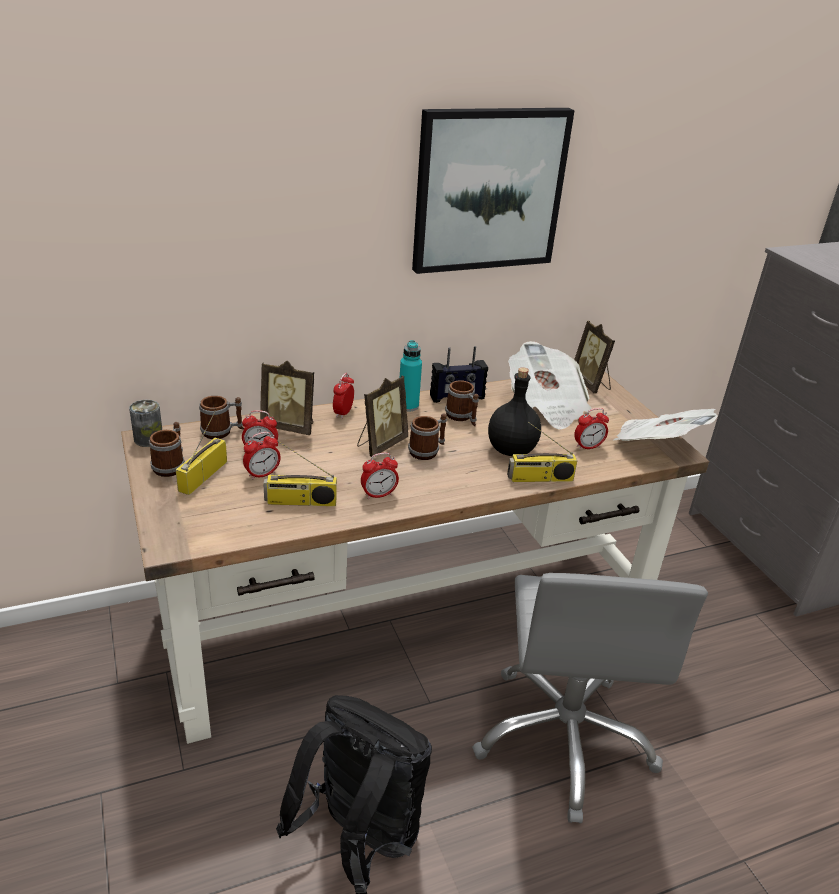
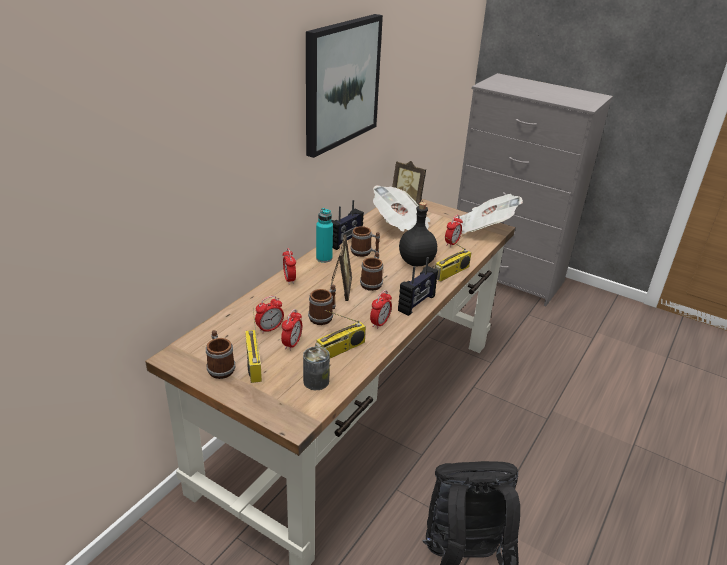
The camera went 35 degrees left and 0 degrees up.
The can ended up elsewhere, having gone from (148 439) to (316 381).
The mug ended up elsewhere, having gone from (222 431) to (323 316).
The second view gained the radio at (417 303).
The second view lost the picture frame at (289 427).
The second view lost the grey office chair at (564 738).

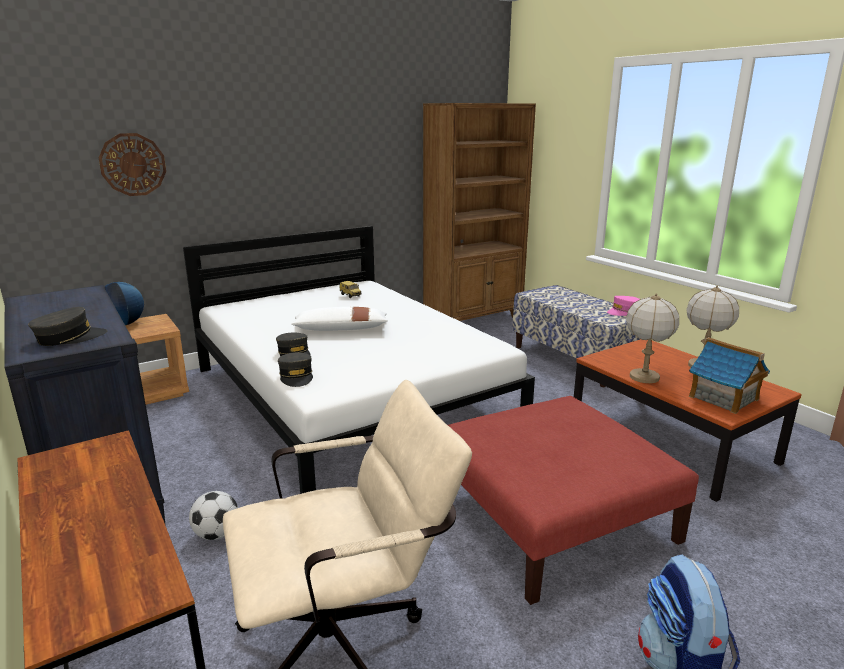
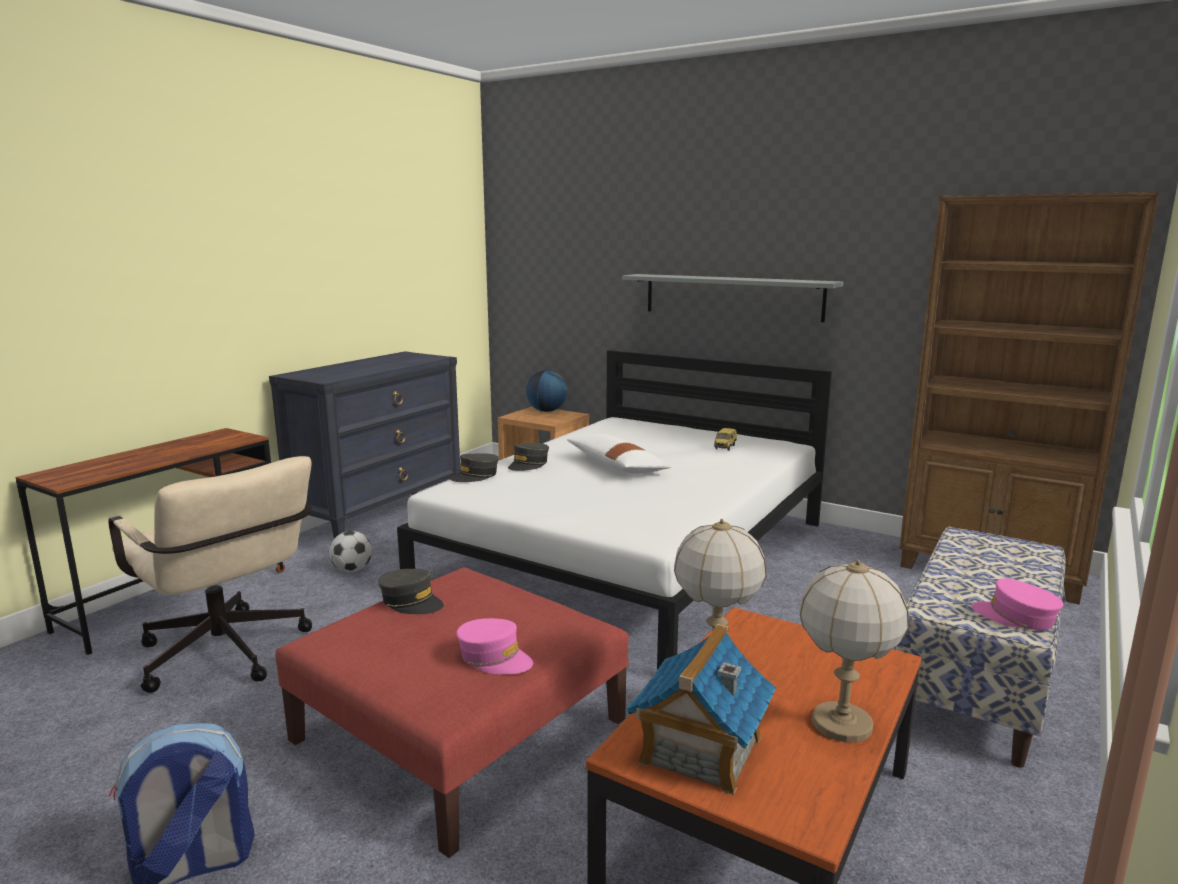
The camera went 65 degrees right and 5 degrees down.
The grey cap ended up elsewhere, having gone from (70 338) to (411 602).
The second view gained the pink cap at (494 658).
The second view gained the grey shelf at (732 297).
The second view lost the wall clock at (133 164).

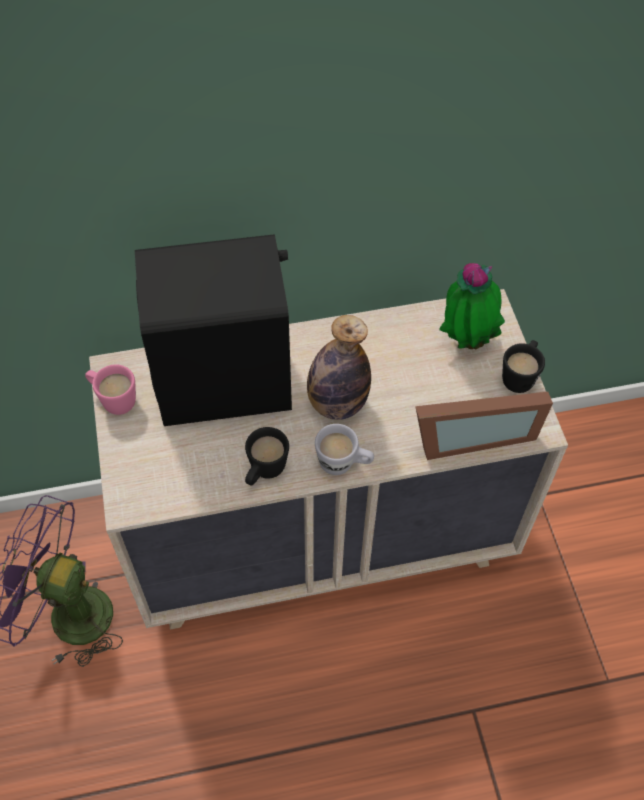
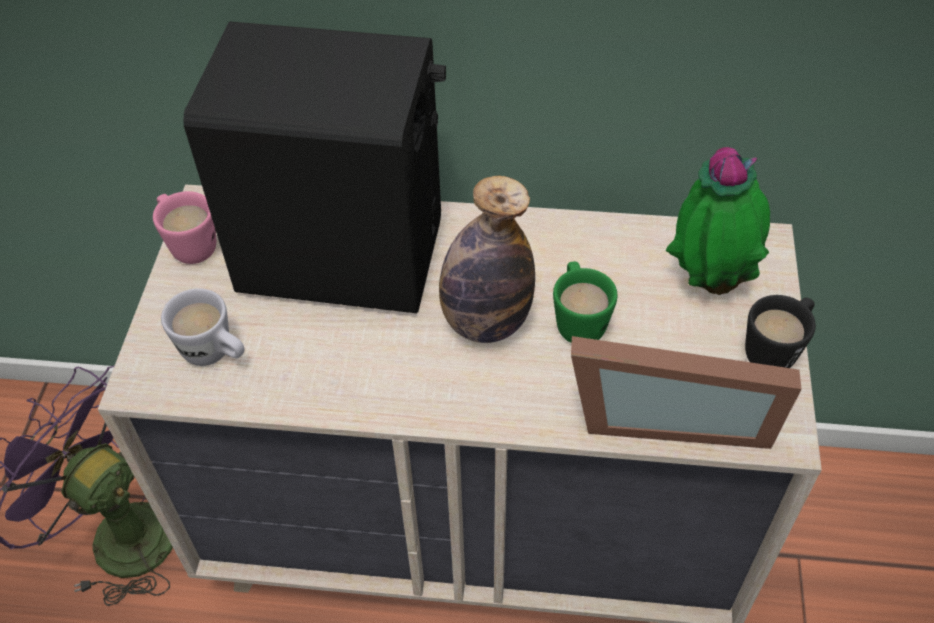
The camera went 20 degrees right and 5 degrees down.
The white mug ended up elsewhere, having gone from (343 464) to (215 354).
The second view gained the green mug at (578 320).
The second view lost the black mug at (264 472).

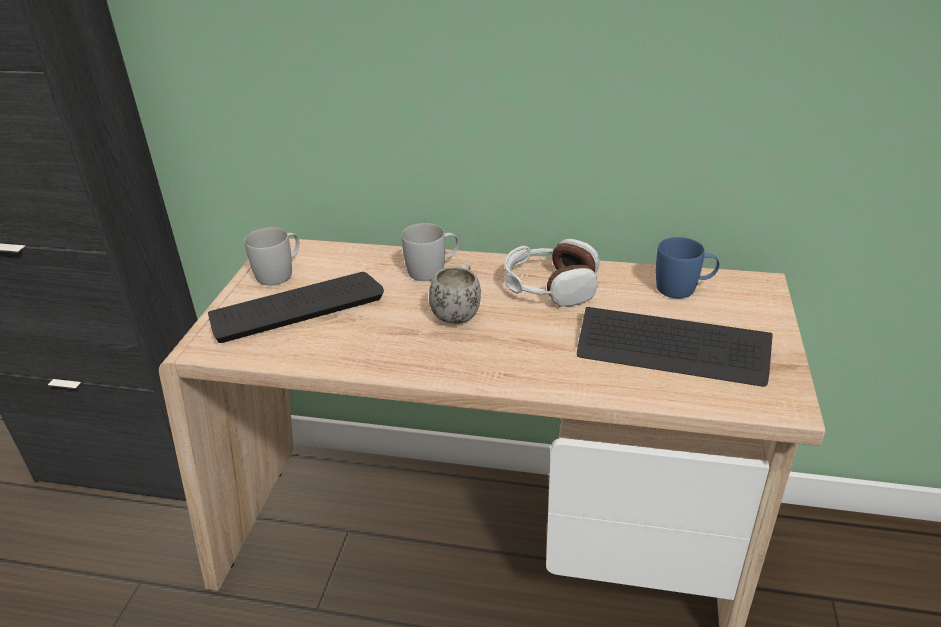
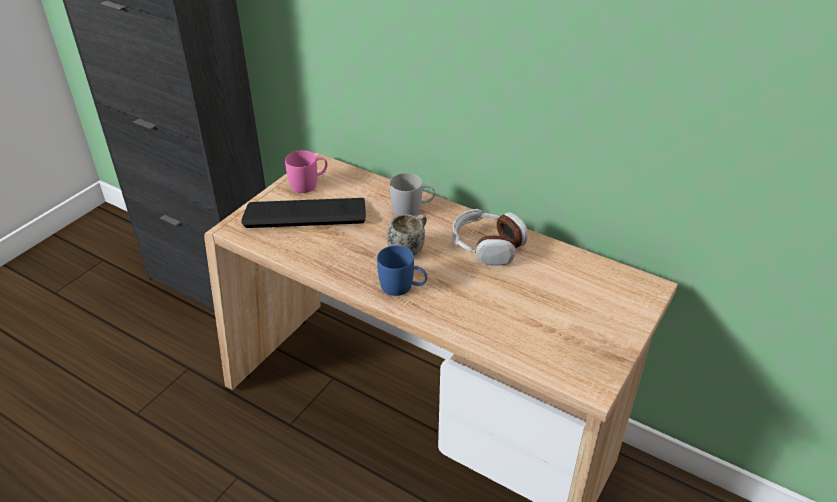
The camera went 20 degrees right and 5 degrees up.
What was the white mug at (280 273) turned into the pink mug at (309 184).
The blue mug ended up elsewhere, having gone from (684 288) to (403 287).
The second view lost the keyboard at (672 349).

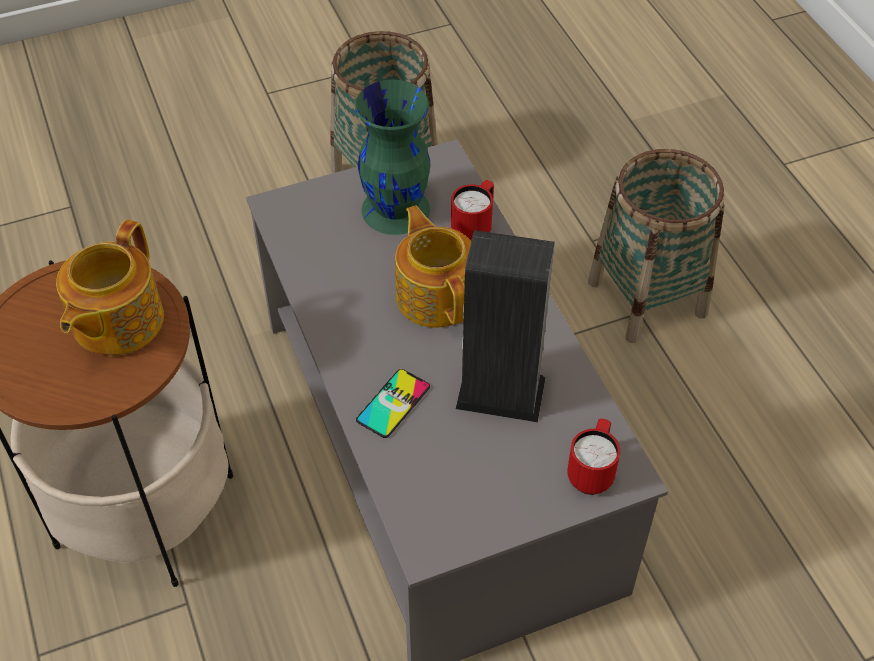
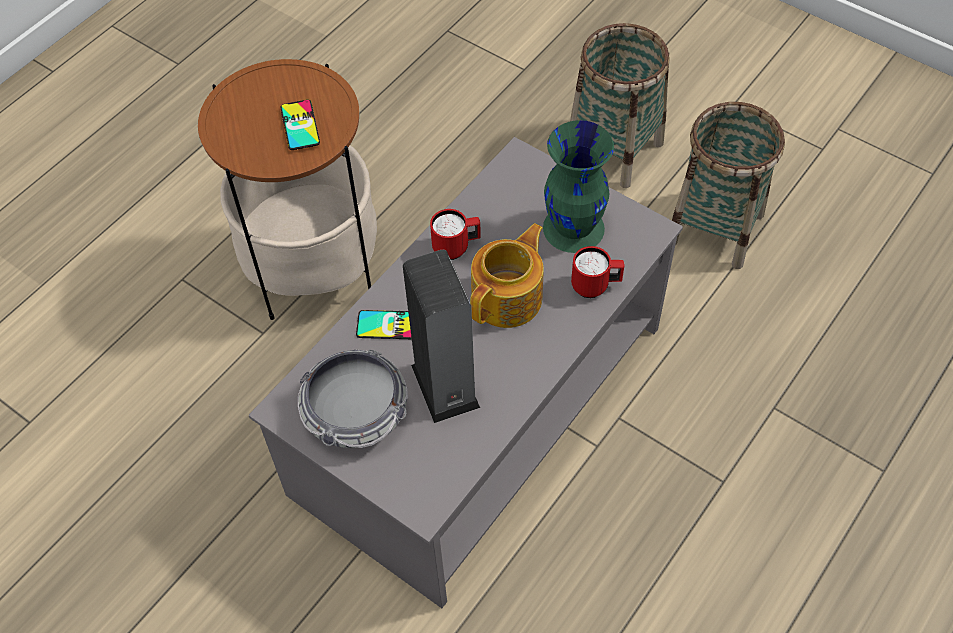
The camera went 60 degrees right and 5 degrees up.
Where the teapot stood at (116 322), the phone came to stand at (300 125).
The second view gained the bowl at (356 412).
The red mug ended up elsewhere, having gone from (592 472) to (456 247).
The basket ended up elsewhere, having gone from (647 298) to (614 150).

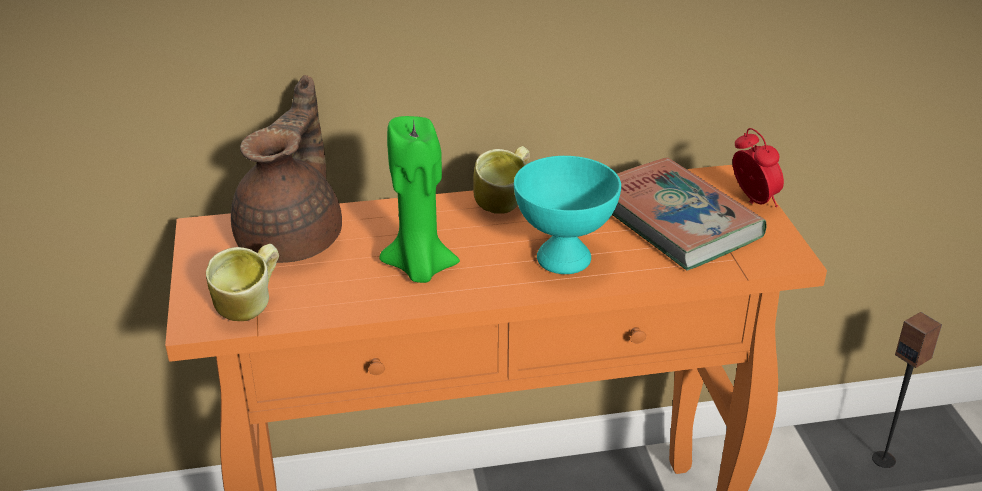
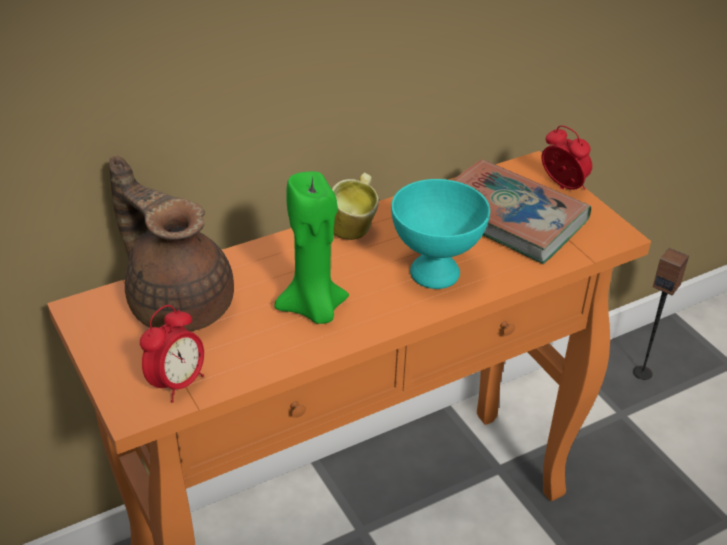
The camera went 20 degrees left and 5 degrees up.
The brown teapot at (294 239) ended up facing another way, 45 degrees counterclockwise from before.
Where the mug stood at (250 308), the alarm clock came to stand at (177 383).

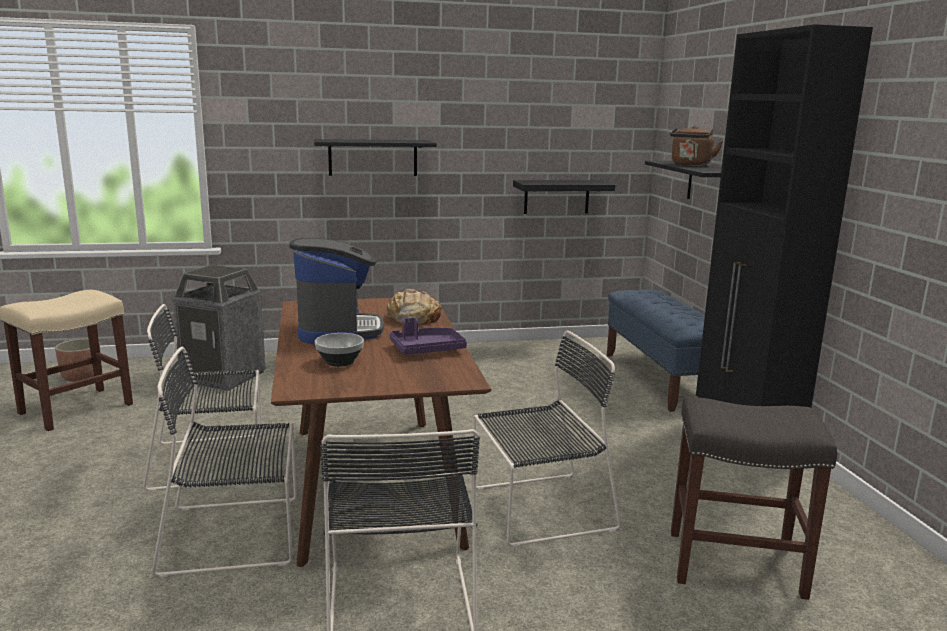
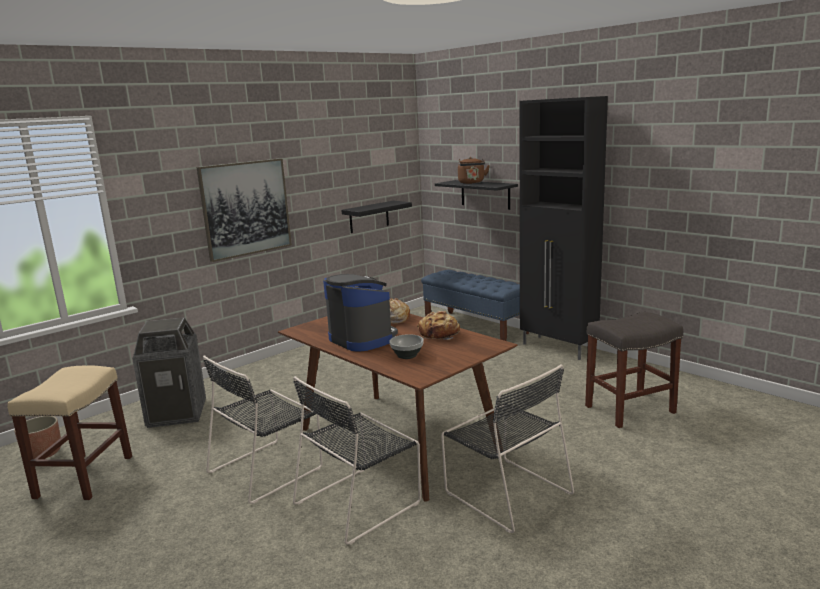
The camera went 30 degrees left and 0 degrees up.
Where the black shelf hung at (373 157), the picture came to hang at (245 208).
Where the purple tray stood at (426 350), the bread came to stand at (439 334).
The second view lost the black chair at (538 509).

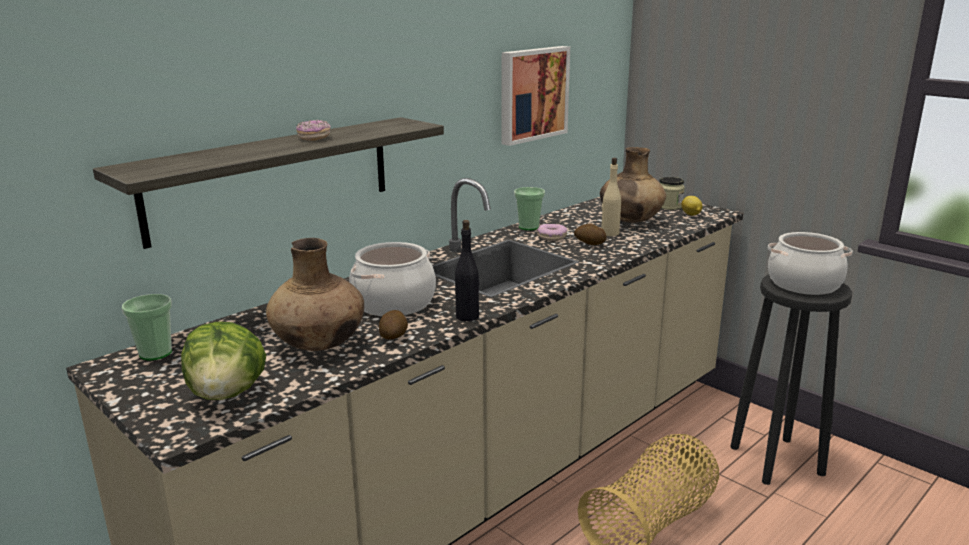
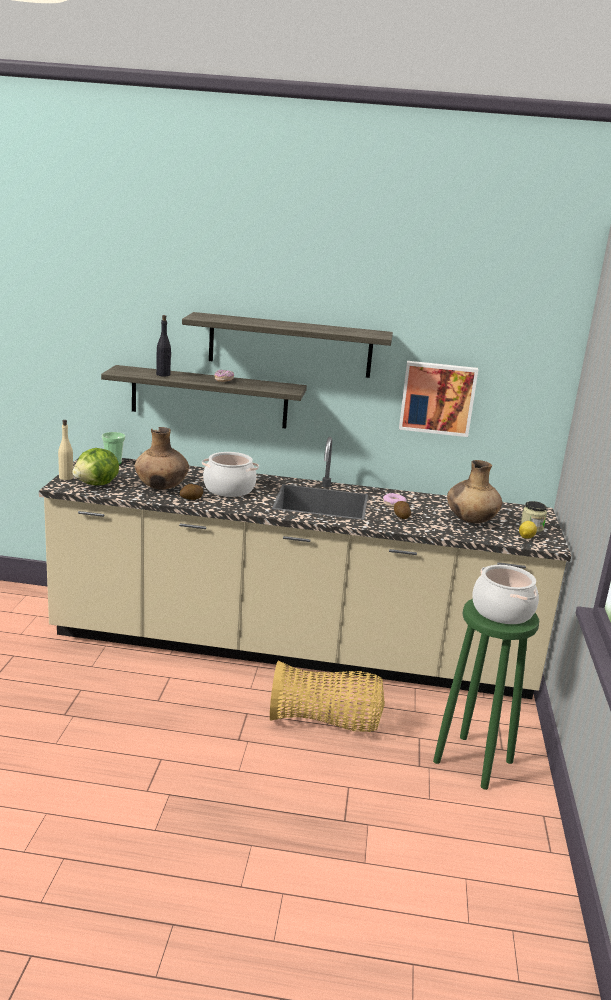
The camera went 50 degrees right and 0 degrees up.
The beige bottle ended up elsewhere, having gone from (609 233) to (66 477).
The black bottle ended up elsewhere, having gone from (467 316) to (163 375).
The second view gained the shelf at (290 345).
What was the black stool at (778 460) turned into the green stool at (474 762).
The second view lost the cup at (528 227).

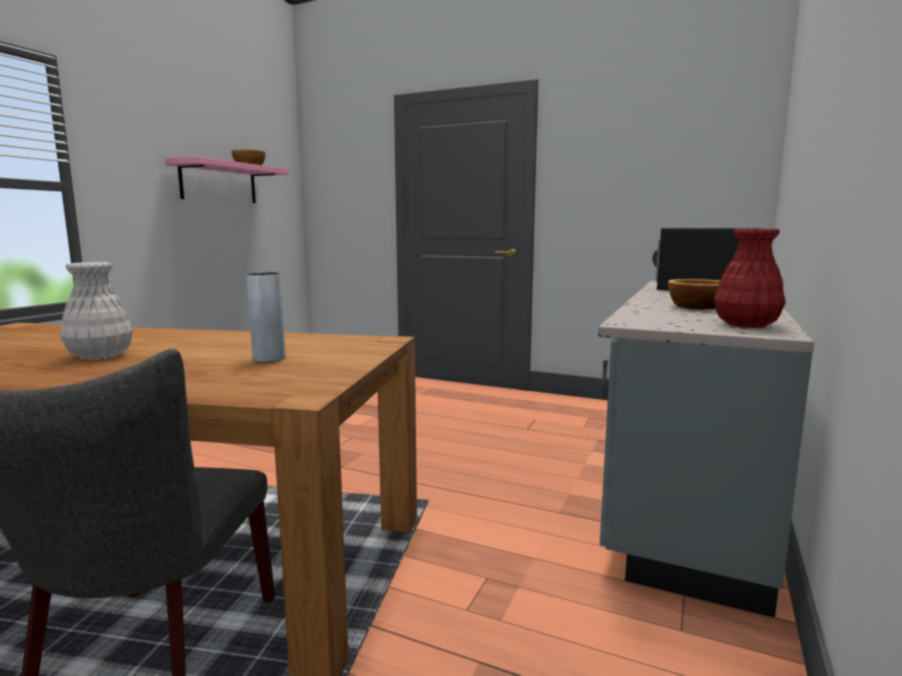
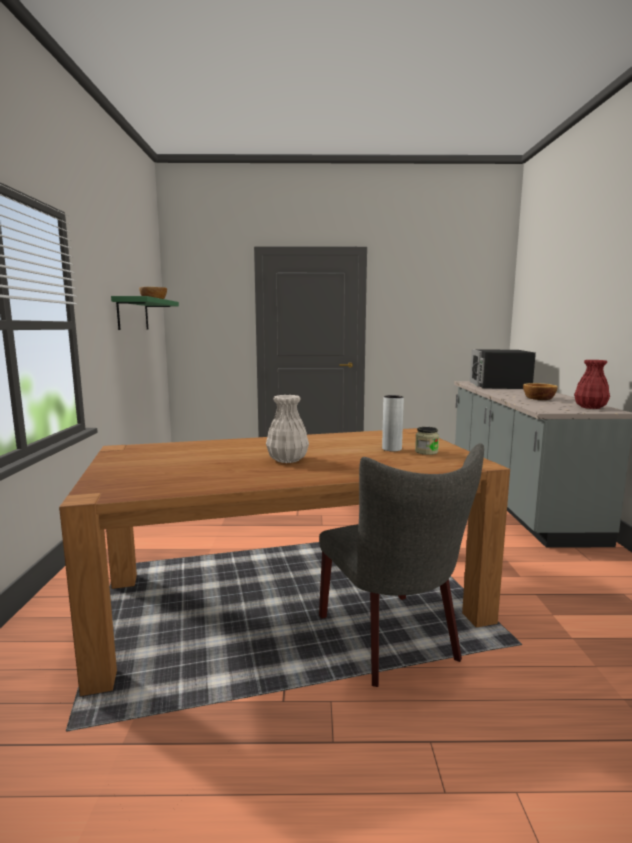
The camera went 25 degrees left and 0 degrees up.
What was the pink shelf at (219 183) turned into the green shelf at (133 314).
The second view gained the jar at (426 452).

